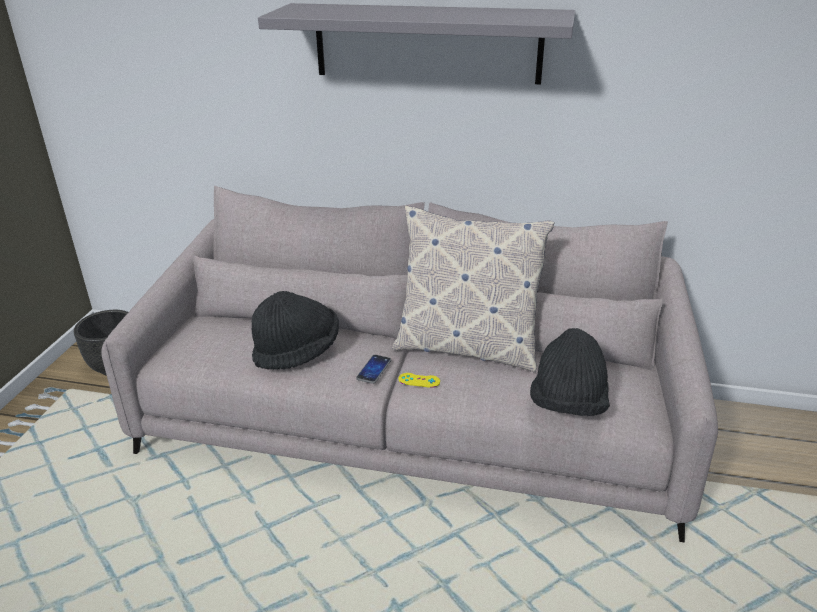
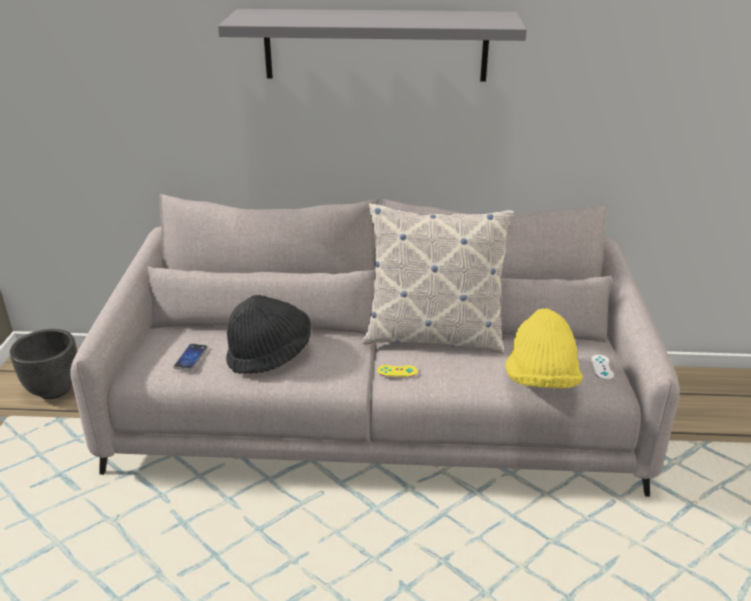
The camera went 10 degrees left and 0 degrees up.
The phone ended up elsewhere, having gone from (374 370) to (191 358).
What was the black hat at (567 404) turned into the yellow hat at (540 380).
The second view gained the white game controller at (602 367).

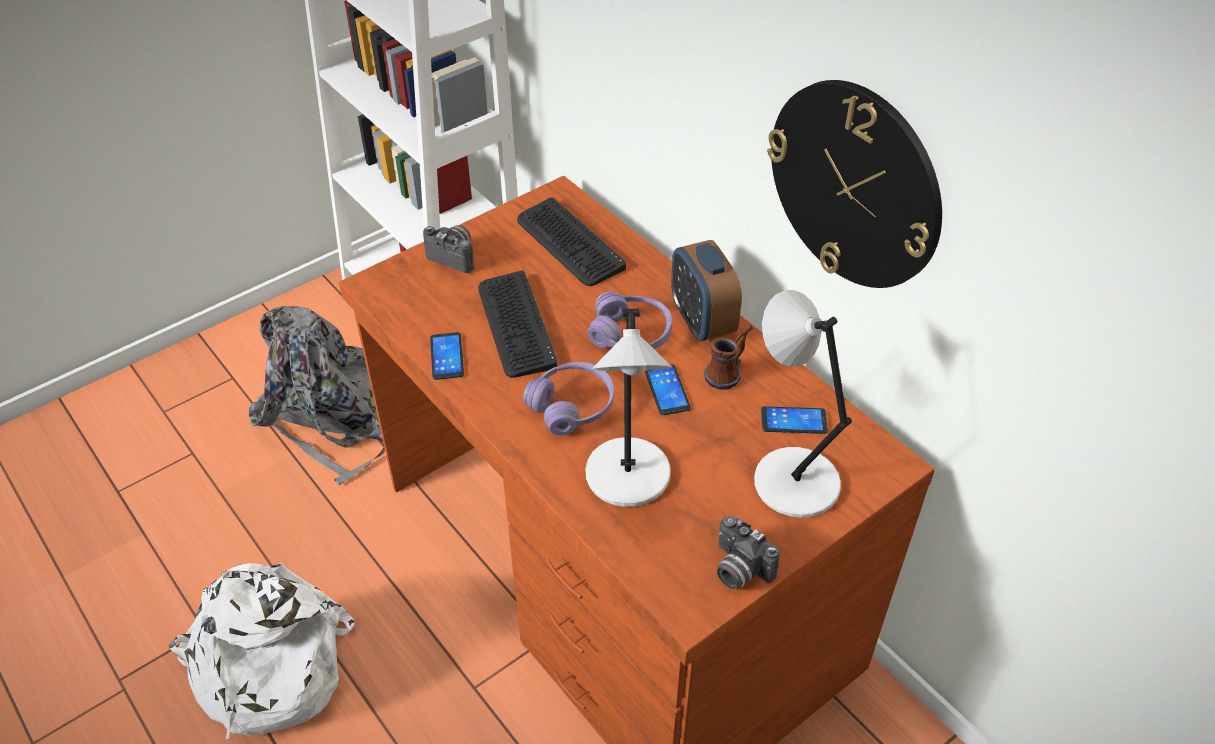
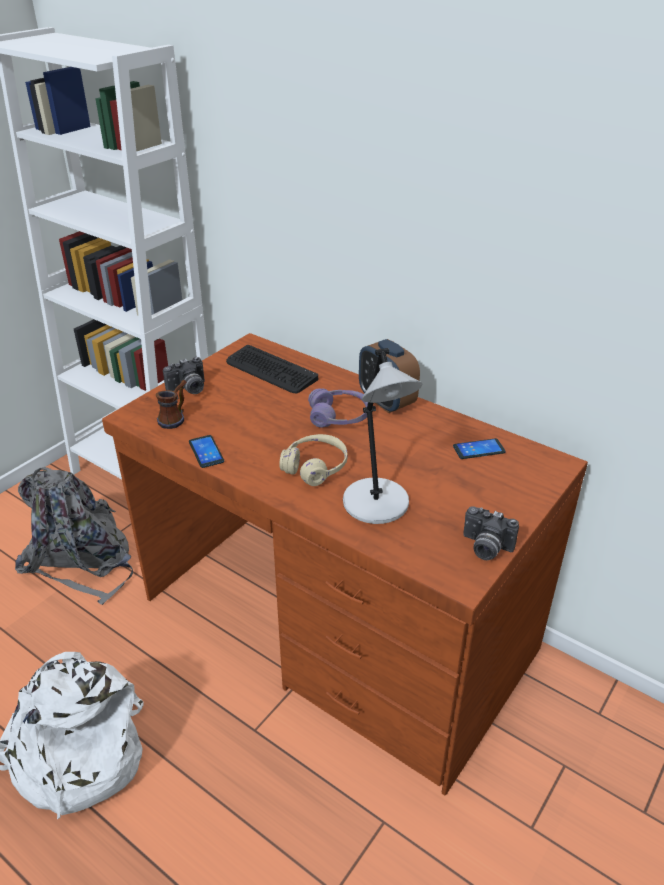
The camera went 15 degrees left and 10 degrees down.
The mug ended up elsewhere, having gone from (728 371) to (175 417).
The photo camera at (455 256) ended up facing another way, 135 degrees clockwise from before.
What was the purple headphones at (571 406) turned into the beige headphones at (315 467).
The second view lost the keyboard at (516 325).
The second view lost the phone at (667 390).
The second view lost the grey table lamp at (792 480).
The second view lost the wall clock at (854 185).

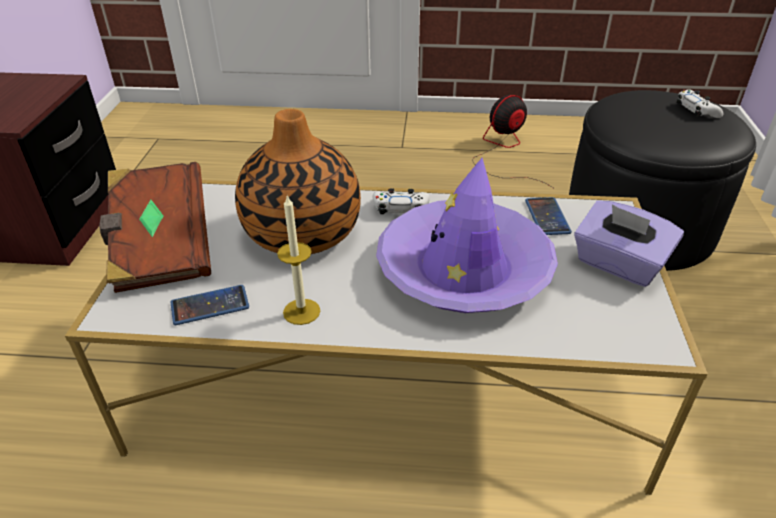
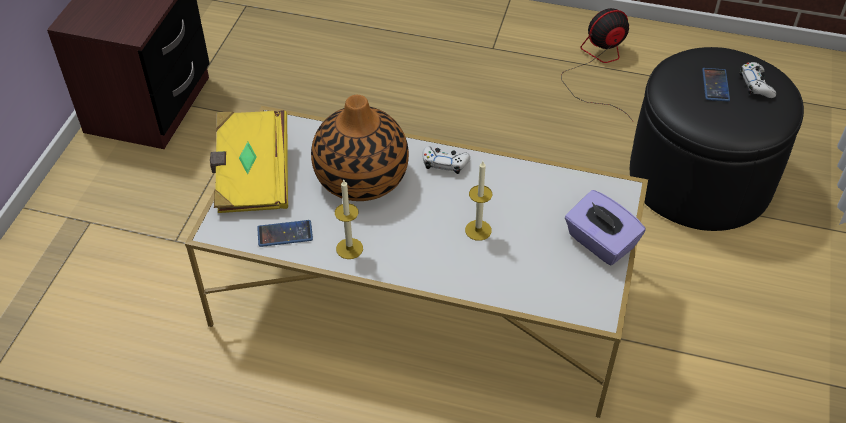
The camera went 10 degrees right and 10 degrees up.
What was the brown book at (161 248) turned into the yellow book at (252 177).
Where the purple hat stood at (464 270), the candle came to stand at (478 230).
The phone ended up elsewhere, having gone from (547 217) to (715 85).

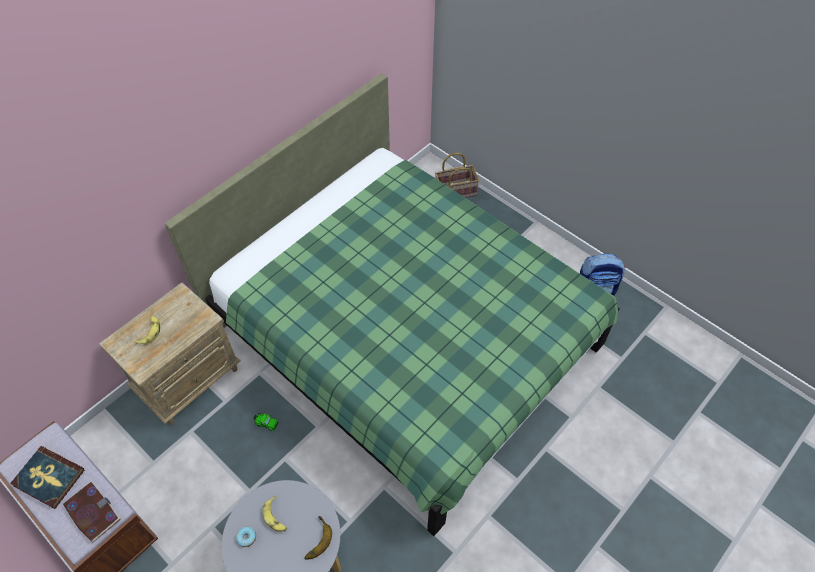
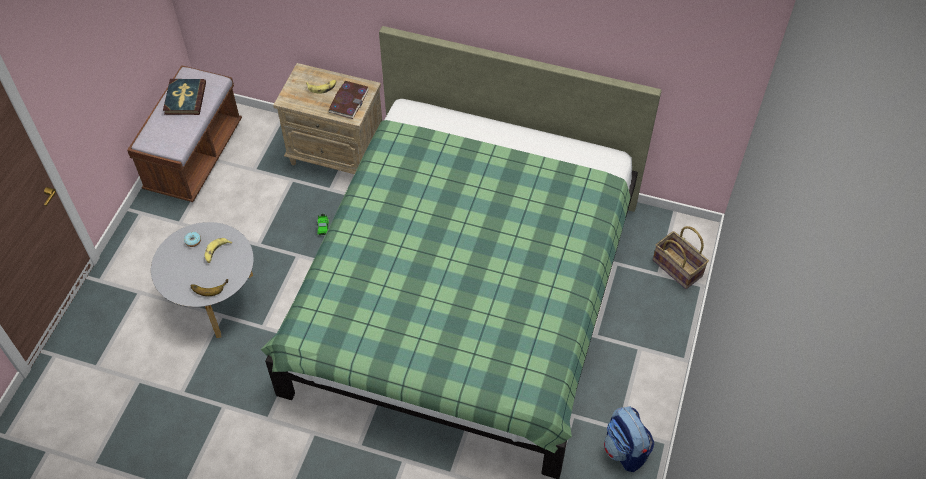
The camera went 65 degrees right and 0 degrees up.
The book ended up elsewhere, having gone from (92 512) to (348 101).

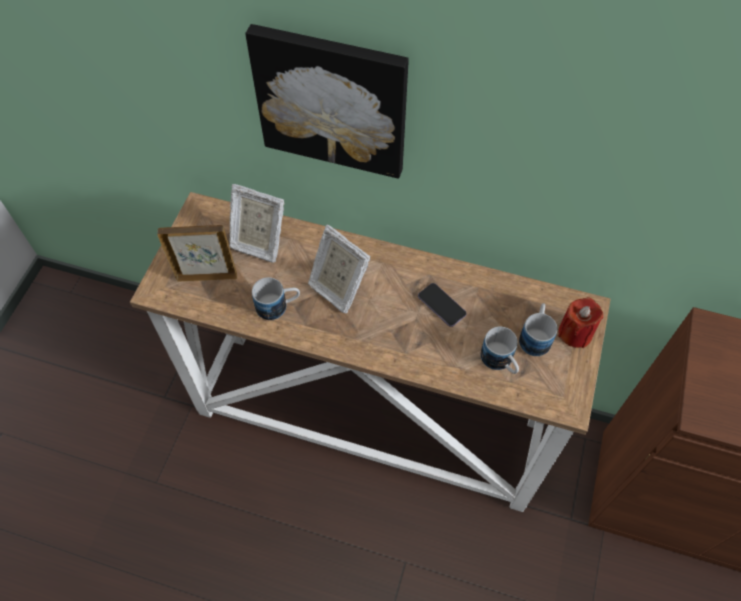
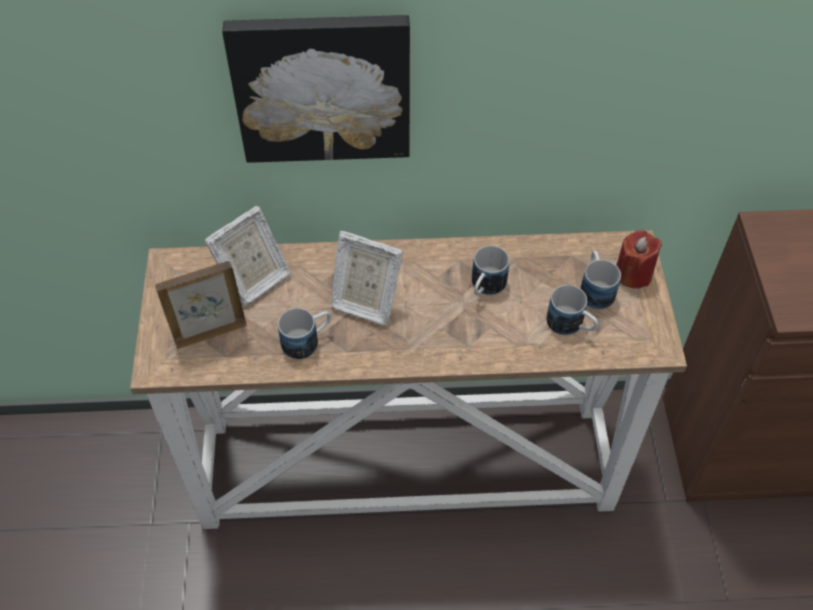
The camera went 20 degrees left and 5 degrees down.
The picture frame at (258 242) ended up facing another way, 45 degrees counterclockwise from before.
Where the phone stood at (441 305), the mug came to stand at (485 287).

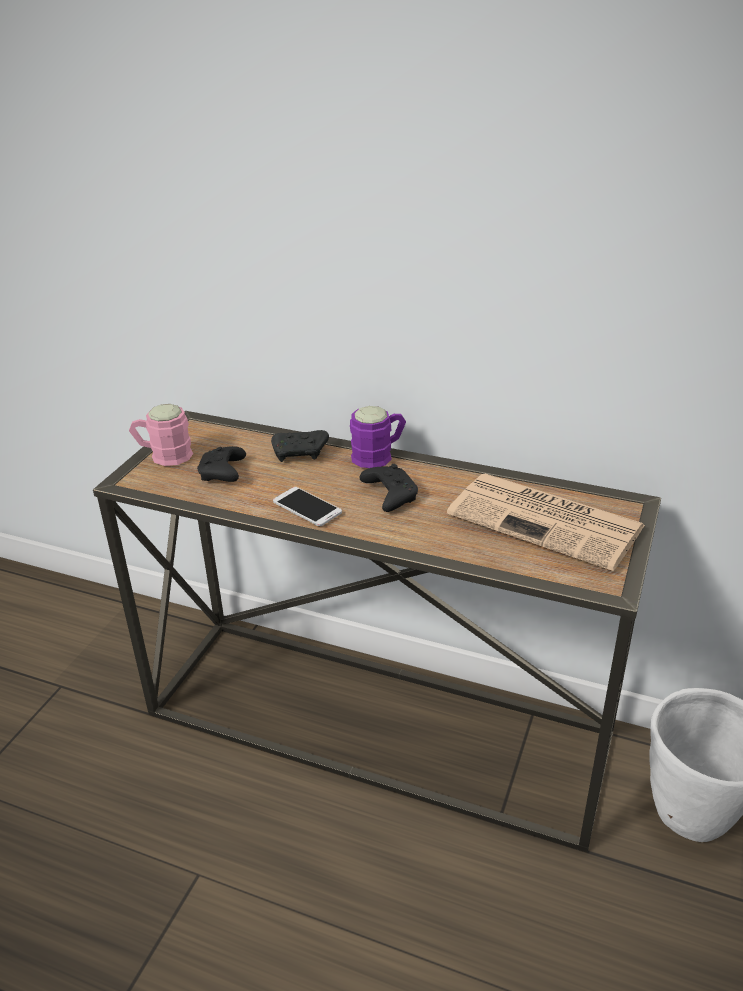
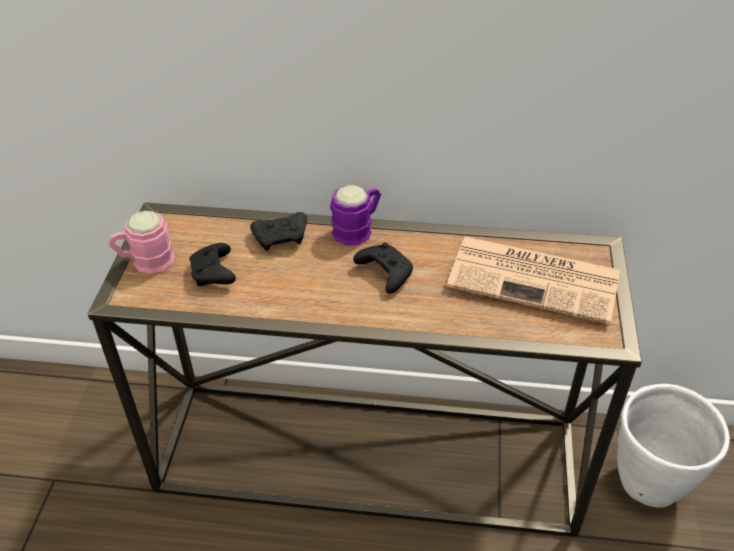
The camera went 15 degrees left and 10 degrees up.
The second view lost the phone at (307 507).

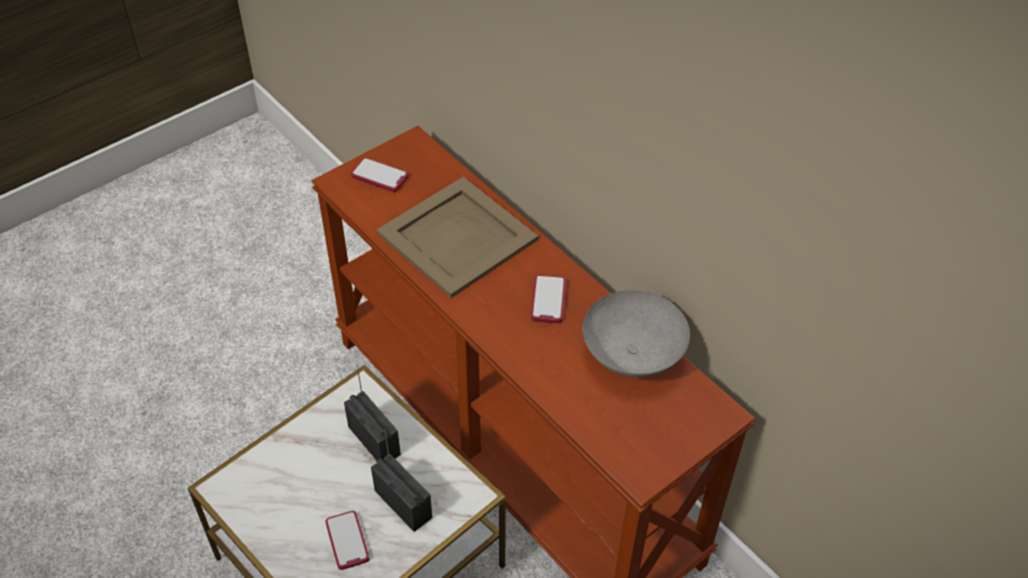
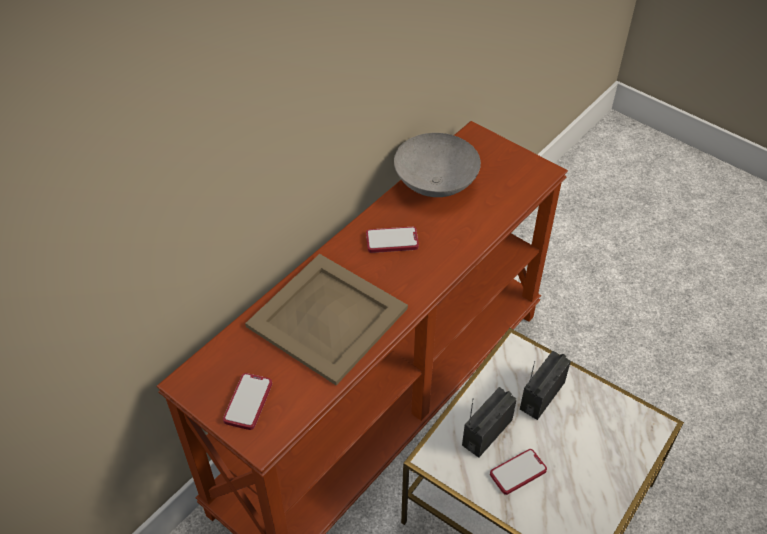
The camera went 100 degrees left and 0 degrees up.
The phone ended up elsewhere, having gone from (347 541) to (518 472).

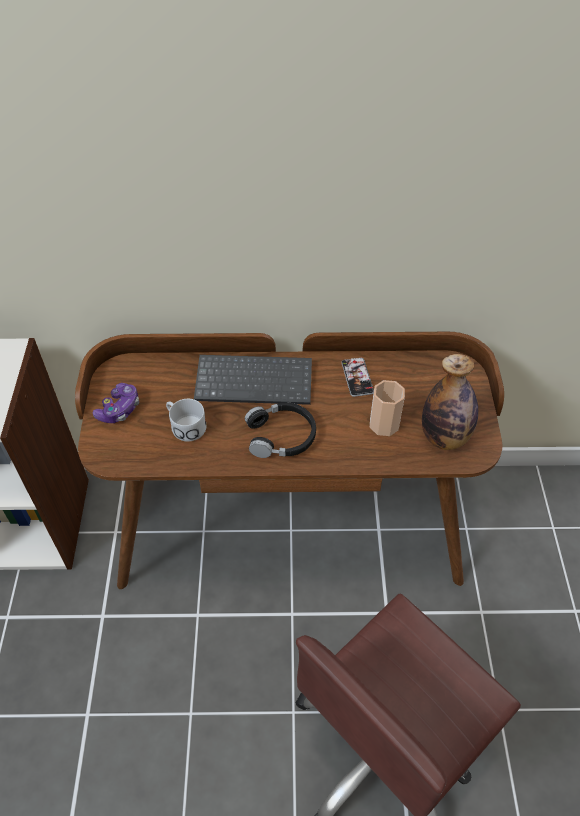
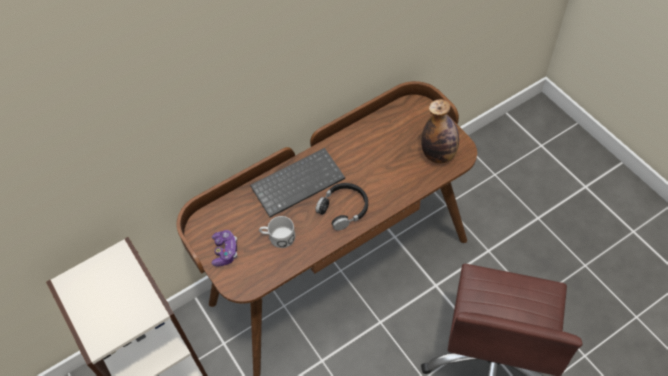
The camera went 30 degrees left and 5 degrees up.
The second view lost the phone at (357 377).
The second view lost the cup at (384 424).

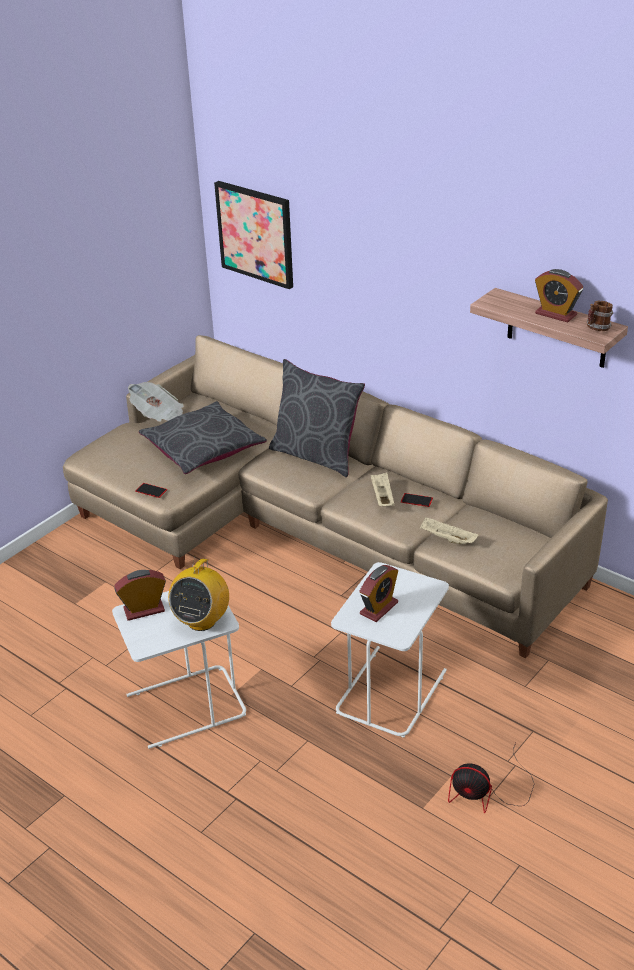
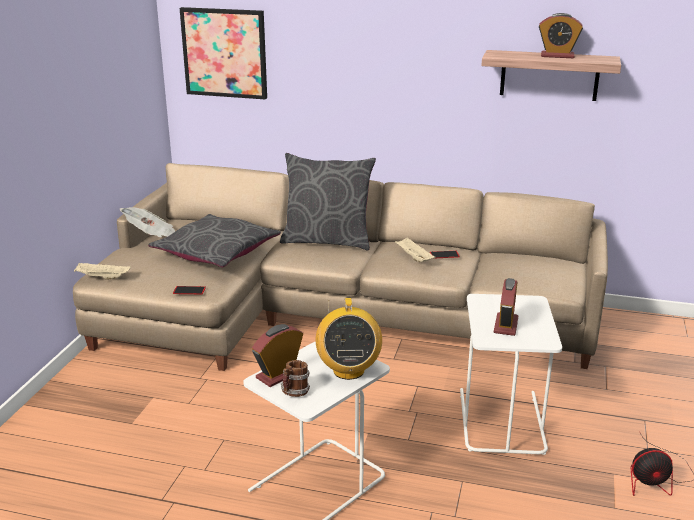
The camera went 25 degrees left and 10 degrees down.
The beige tray ended up elsewhere, having gone from (447 539) to (102 278).
The mug ended up elsewhere, having gone from (597 329) to (294 393).

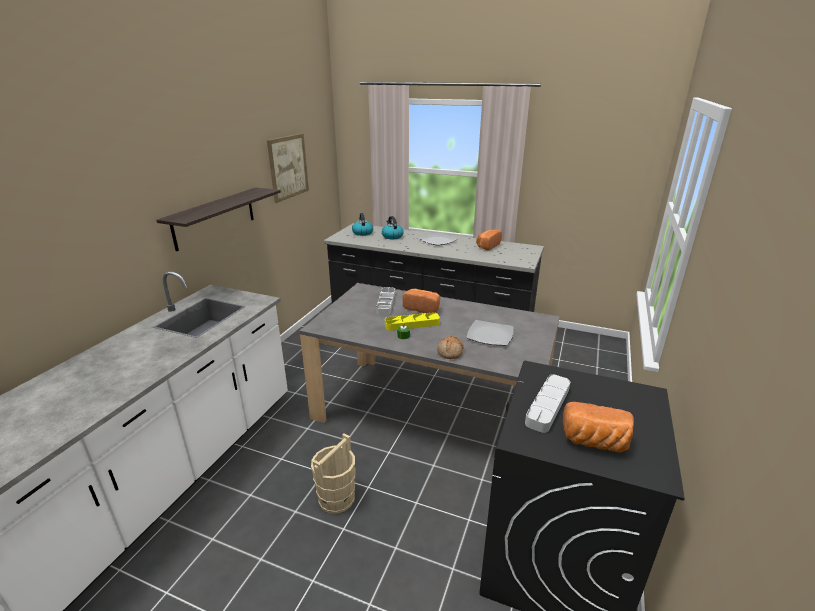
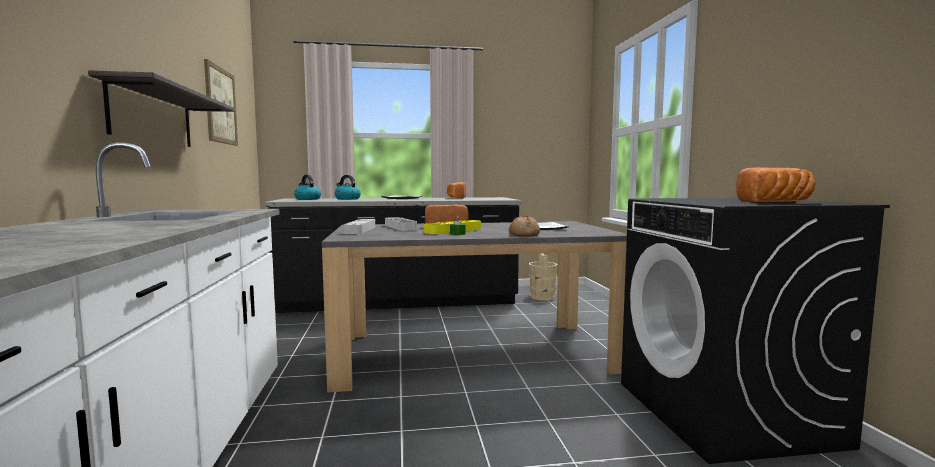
The camera went 30 degrees left and 20 degrees down.
The grey tray ended up elsewhere, having gone from (547 406) to (360 230).
The beige bucket ended up elsewhere, having gone from (336 498) to (542 297).

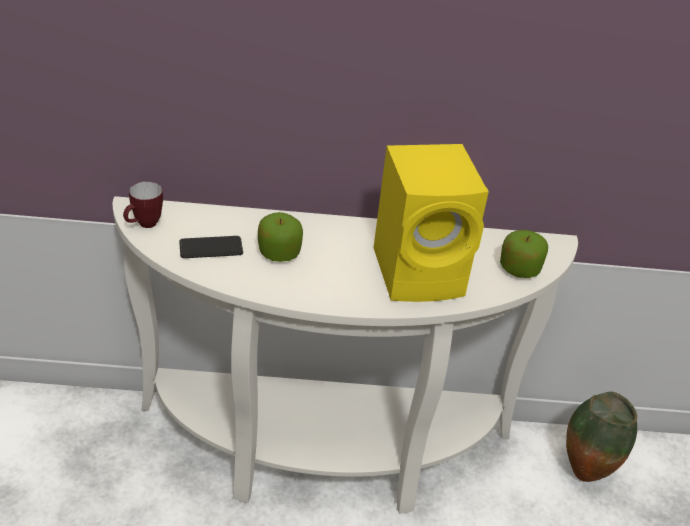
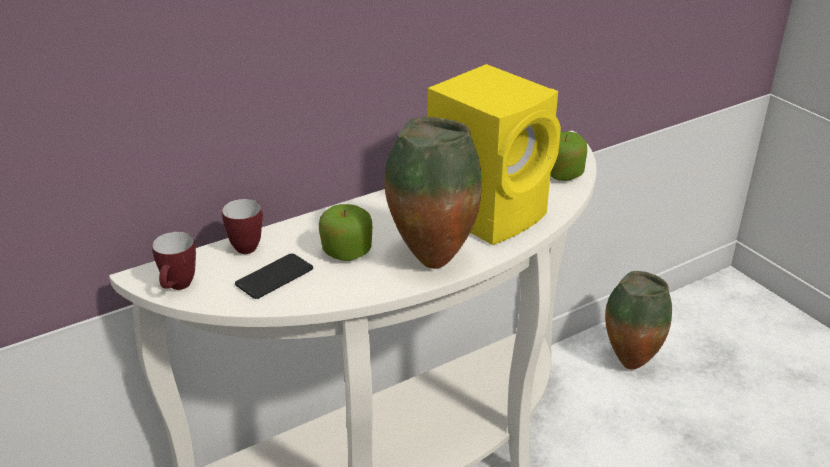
The camera went 30 degrees left and 5 degrees down.
The second view gained the mug at (249 245).
The second view gained the vase at (430 259).

